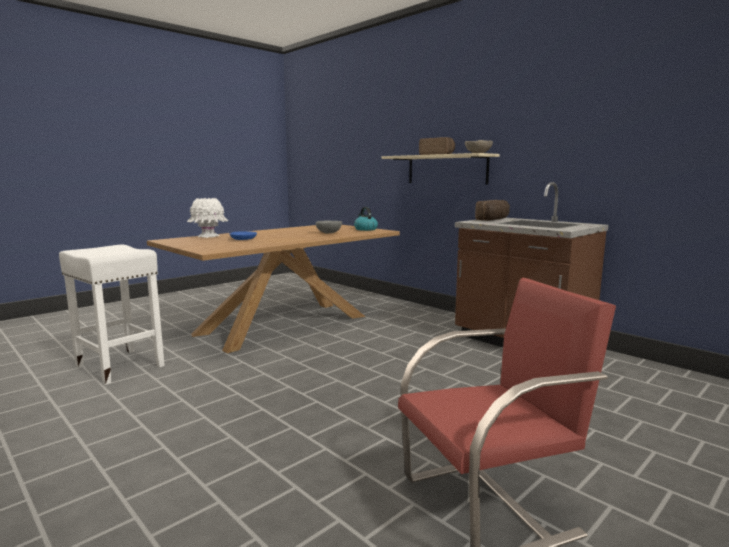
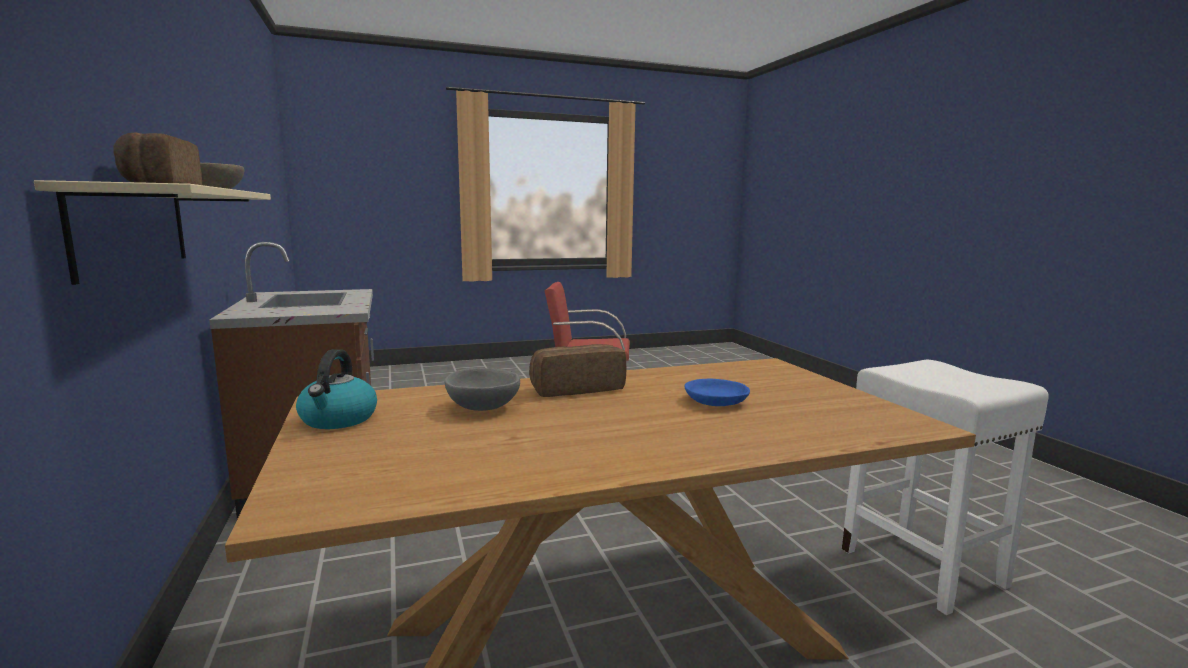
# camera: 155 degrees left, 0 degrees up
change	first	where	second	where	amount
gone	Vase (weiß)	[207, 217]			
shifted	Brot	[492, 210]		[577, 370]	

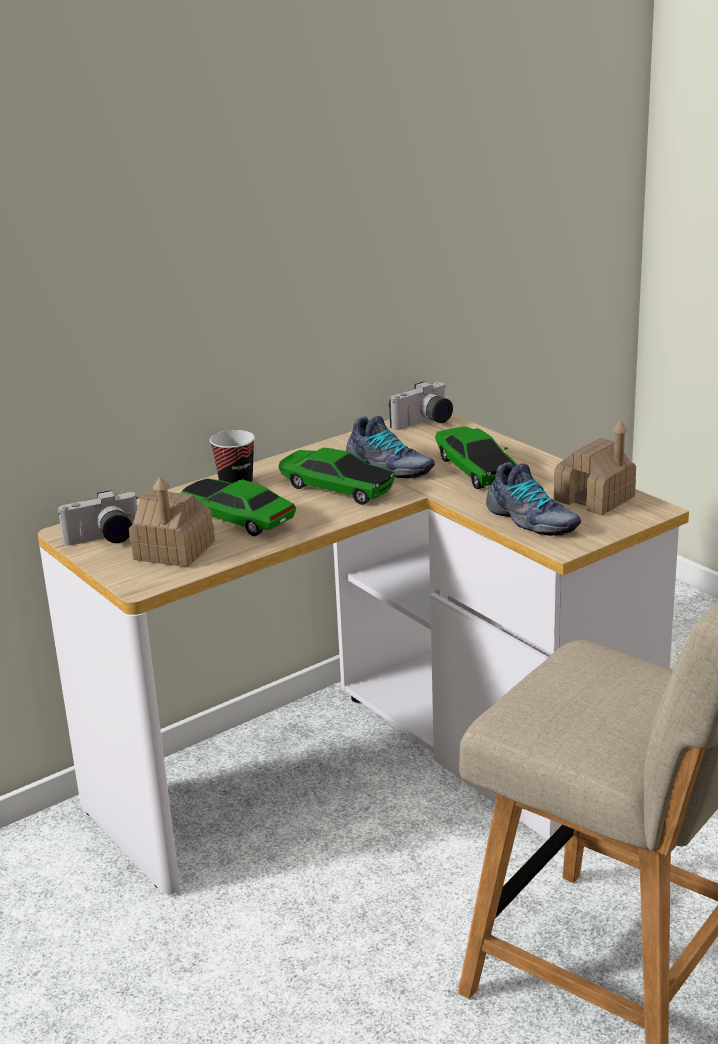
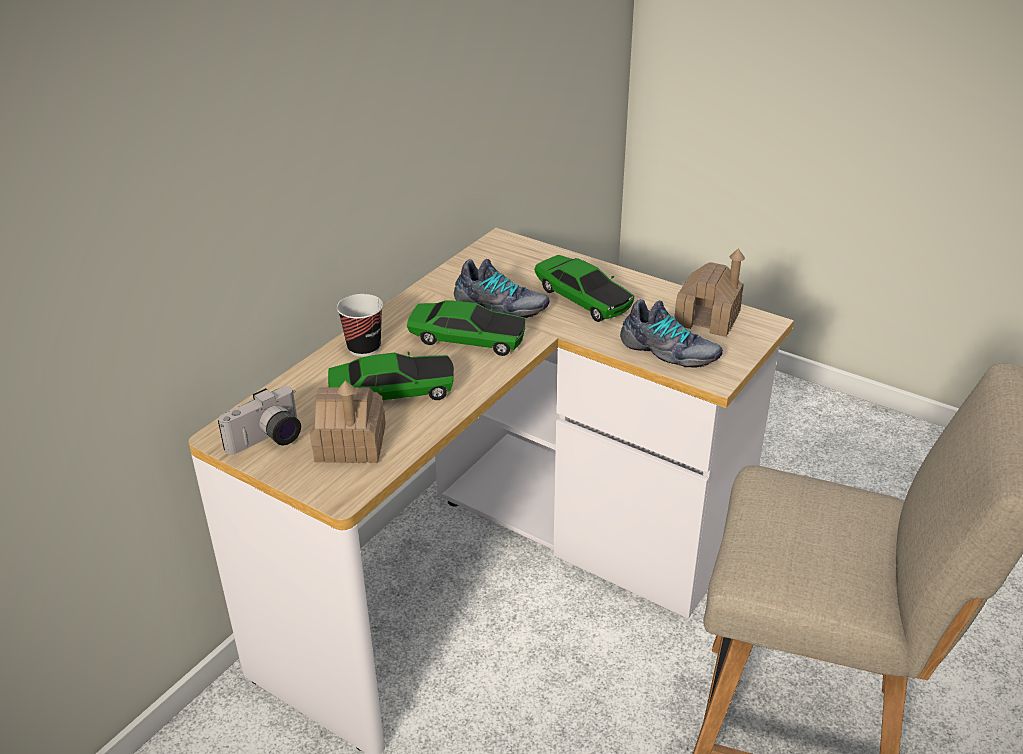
# camera: 20 degrees left, 10 degrees up
change	first	where	second	where	amount
rotated	Spielzeugauto	[238, 507]		[391, 376]	150 degrees clockwise
gone	Kamera	[421, 405]			

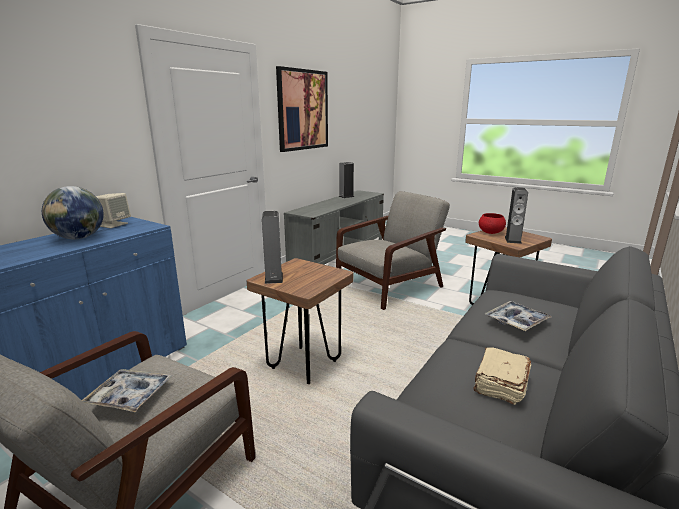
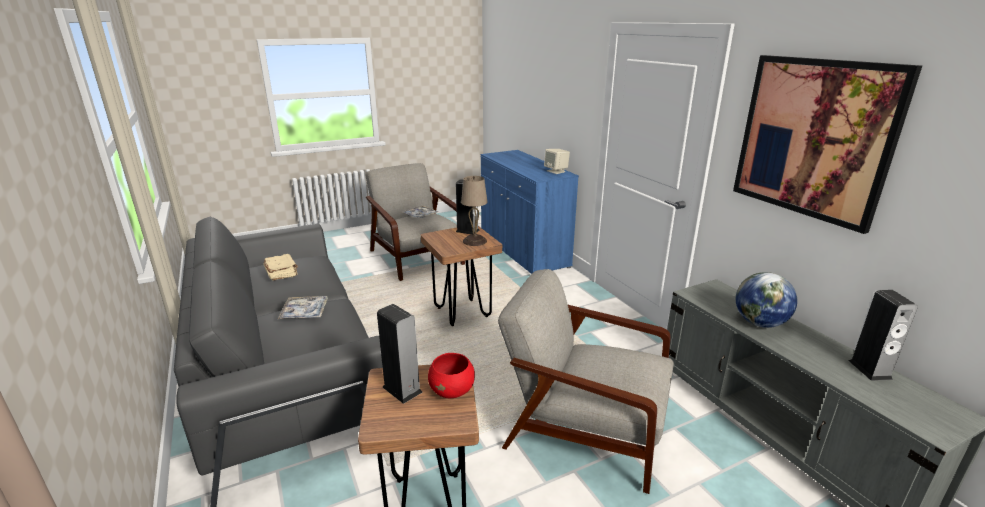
# camera: 120 degrees right, 5 degrees up
change	first	where	second	where	amount
shifted	Globus	[73, 212]		[766, 300]	
rotated	Sessel (grau)	[393, 250]		[586, 381]	120 degrees clockwise
new			Tischlampe (beige)	[474, 211]	

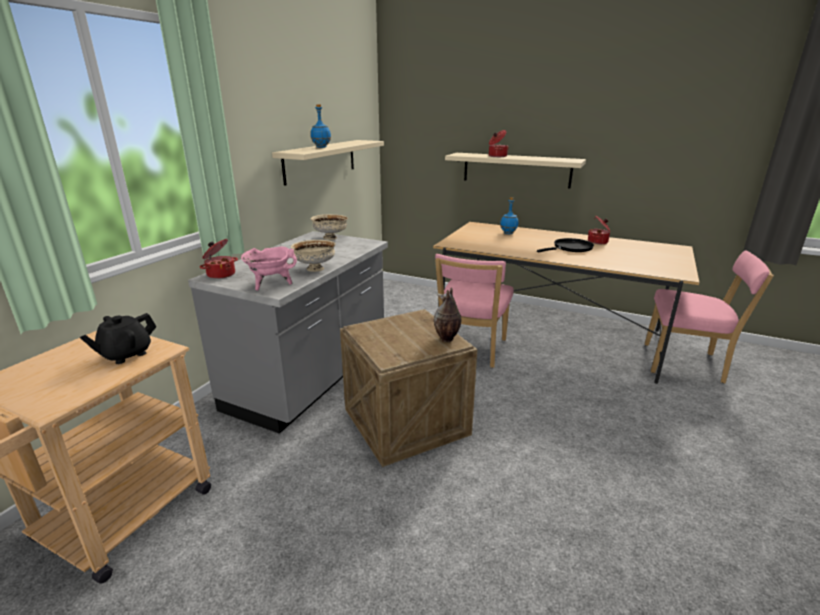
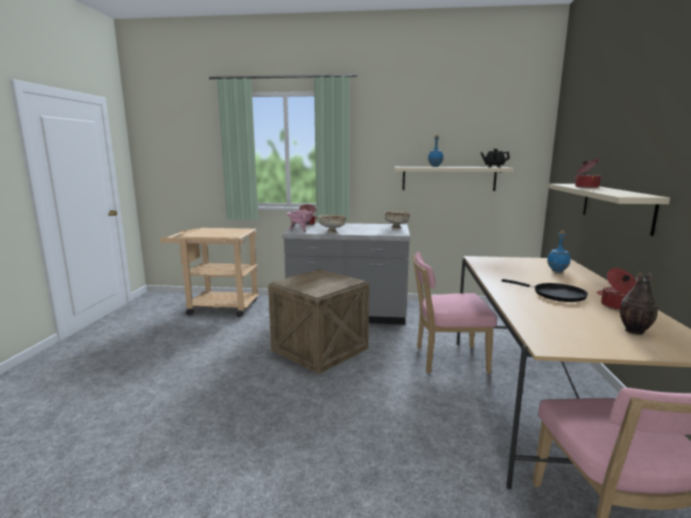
# camera: 70 degrees right, 10 degrees down
change	first	where	second	where	amount
shifted	Teekanne (schwarz)	[118, 338]		[495, 158]	
shifted	Vase	[447, 314]		[639, 303]	

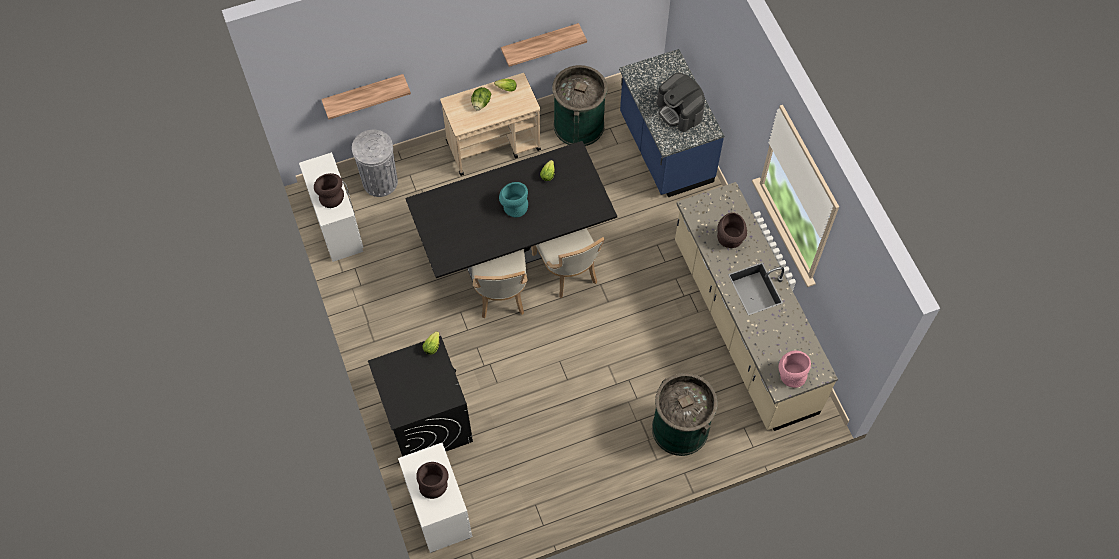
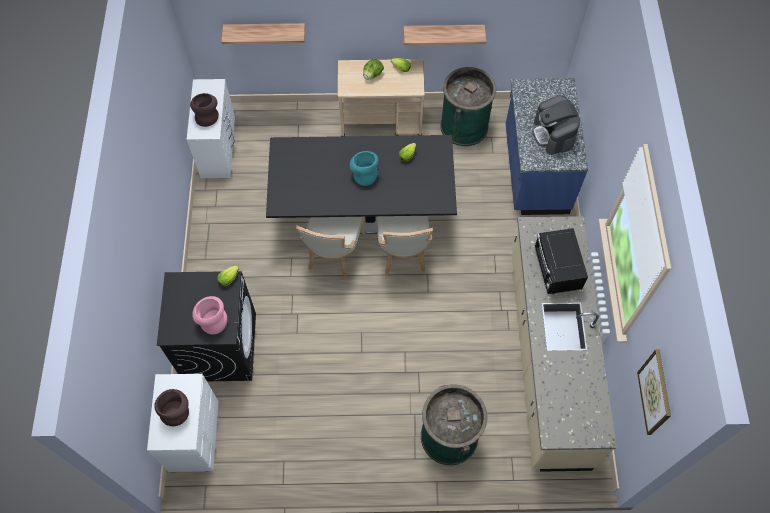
# camera: 20 degrees right, 0 degrees up
change	first	where	second	where	amount
gone	Mülleimer (grau)	[375, 163]			
swapped	Vase (braun)	[732, 230]	Mikrowelle (schwarz)	[561, 261]	
shifted	Vase (rosa)	[795, 369]		[209, 315]	
new			Bild	[654, 392]	

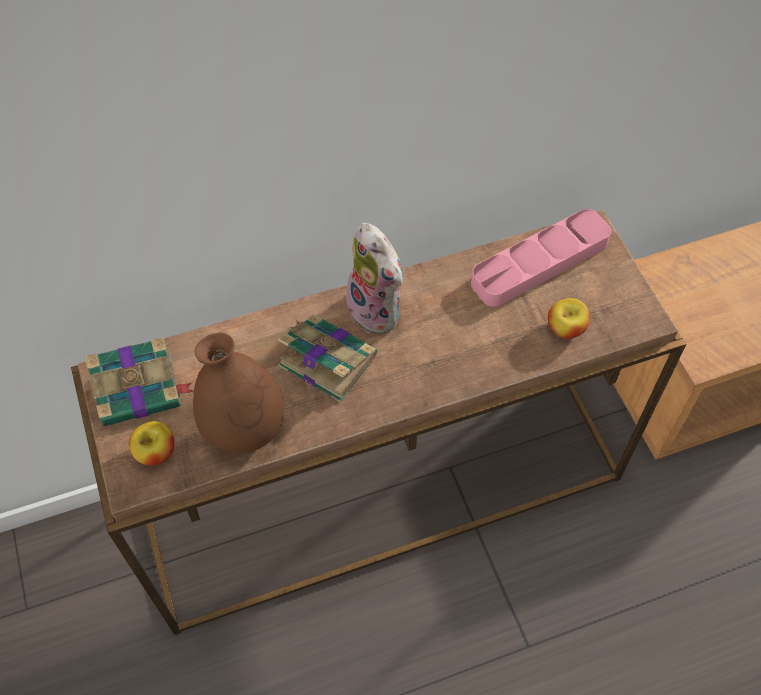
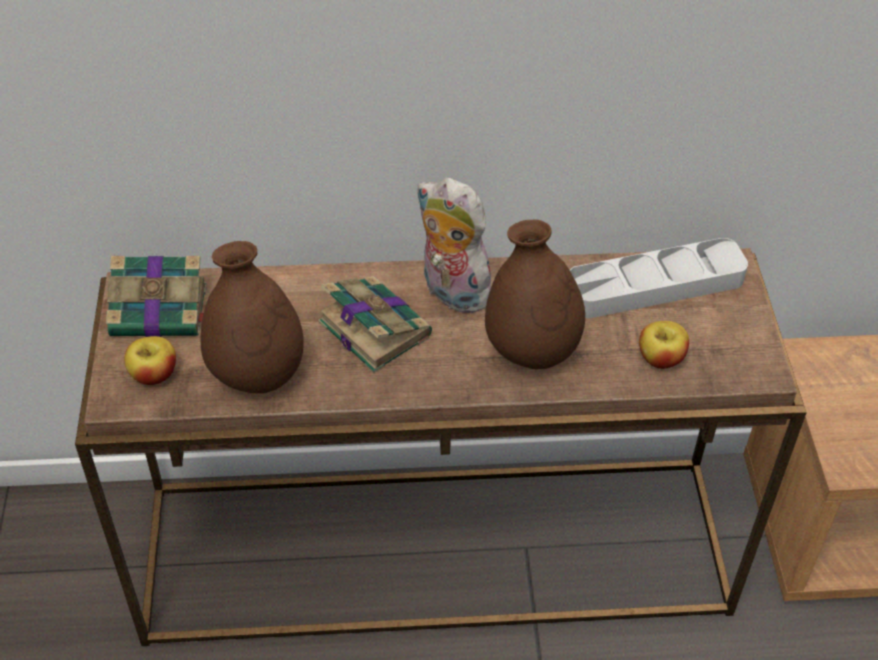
# camera: 15 degrees right, 10 degrees down
change	first	where	second	where	amount
rotated	Plüschtier	[373, 278]		[453, 245]	150 degrees clockwise
repainted	Tablett (rosa)	[541, 258]	Tablett (grau)	[659, 278]	
new			Vase (braun)	[535, 294]	

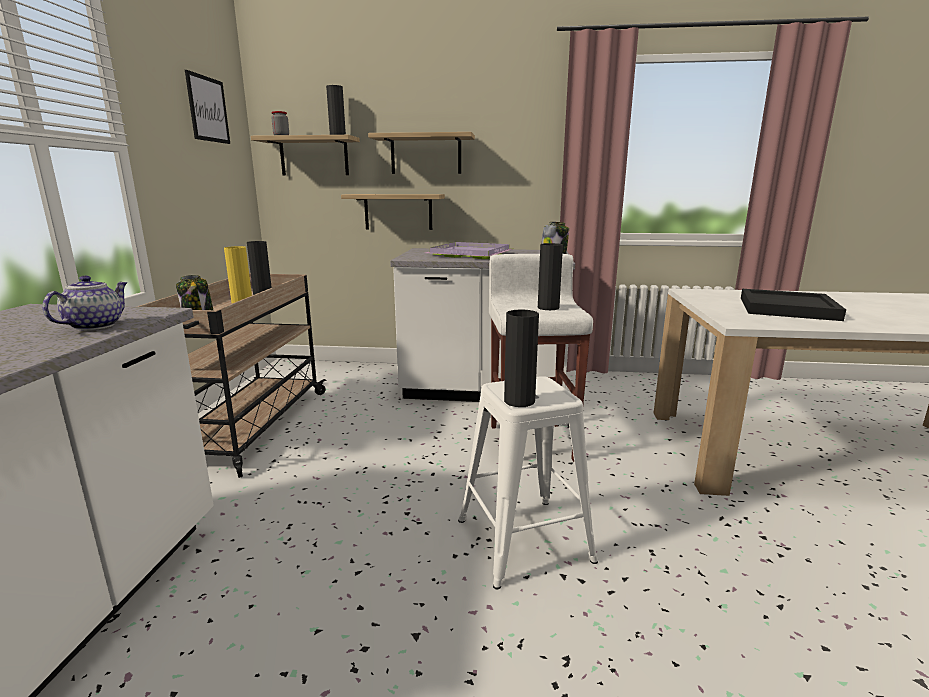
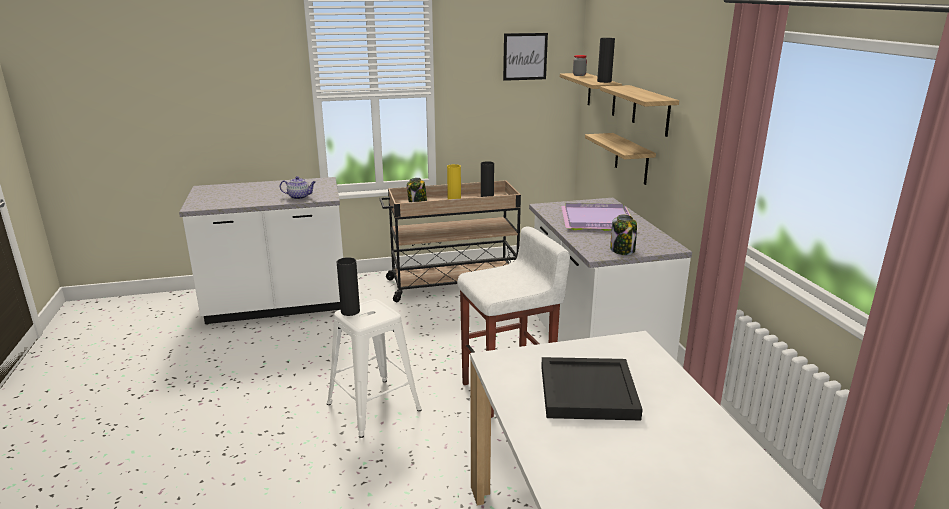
# camera: 70 degrees right, 5 degrees up
change	first	where	second	where	amount
gone	Vase (schwarz)	[550, 276]			

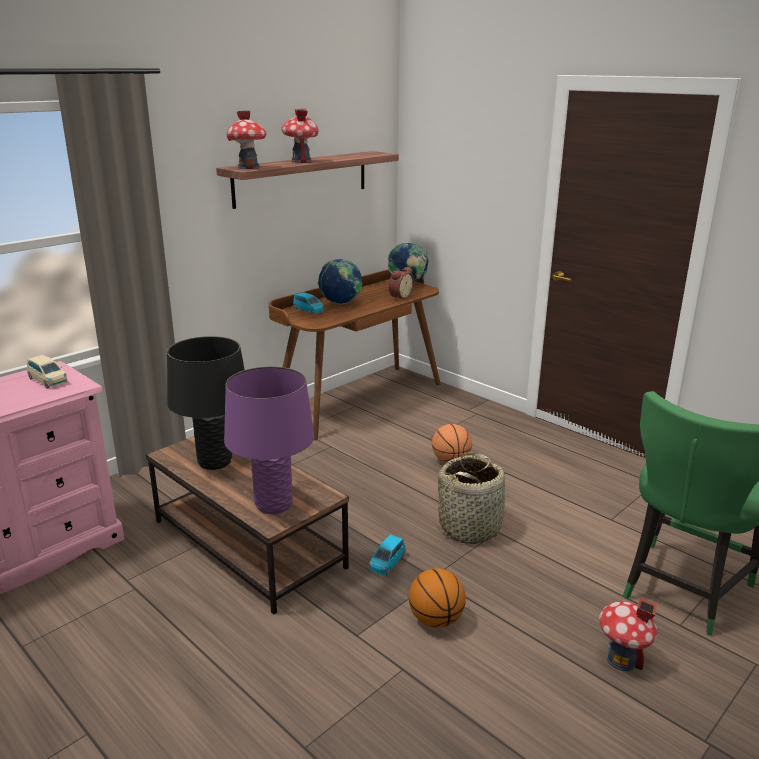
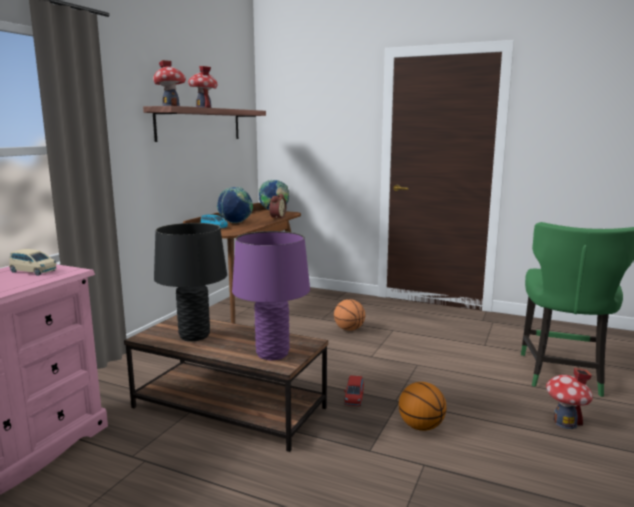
# camera: 20 degrees left, 10 degrees down
change	first	where	second	where	amount
repainted	Spielzeugauto (blau)	[387, 554]	Spielzeugauto (rot)	[354, 390]	
gone	Korb	[473, 498]			

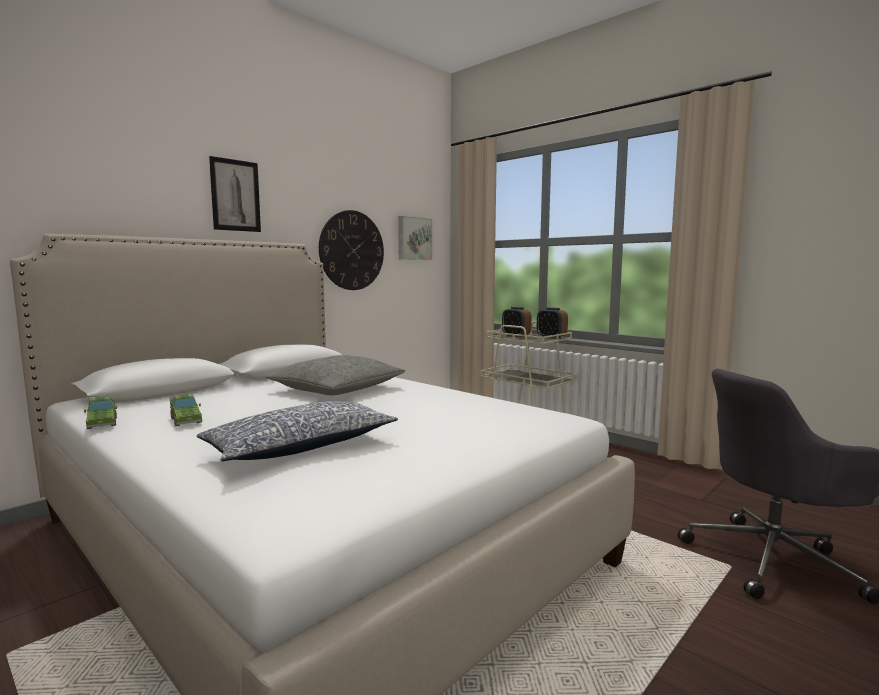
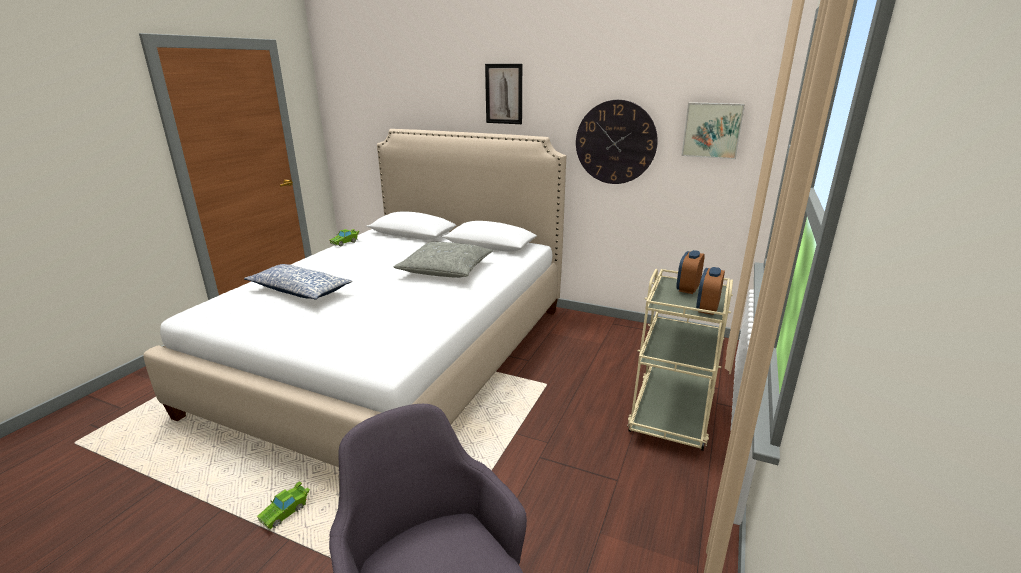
# camera: 70 degrees right, 15 degrees up
change	first	where	second	where	amount
shifted	Spielzeugauto (grün)	[185, 410]		[283, 505]	

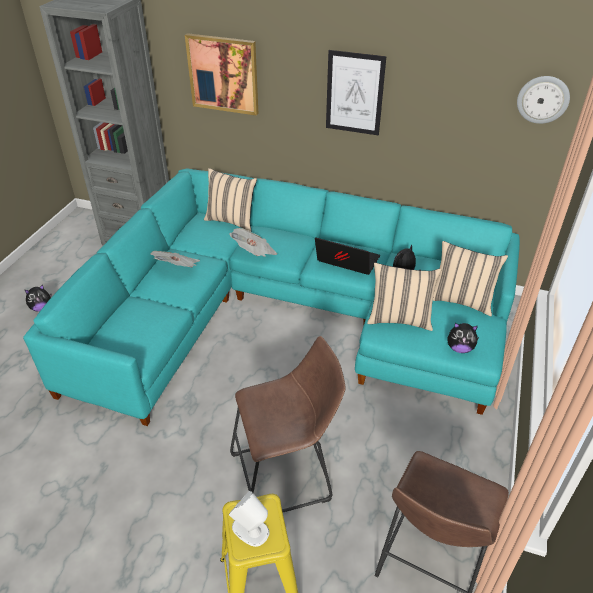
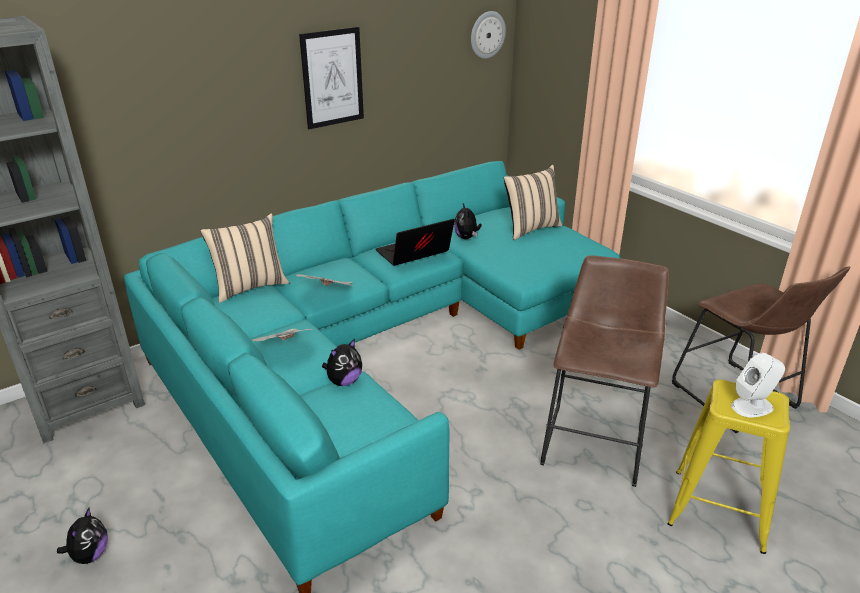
# camera: 55 degrees left, 10 degrees down
change	first	where	second	where	amount
gone	Bild	[221, 74]			
gone	Kissen (beige)	[404, 297]			
shifted	Plüschtier	[463, 338]		[342, 362]	

